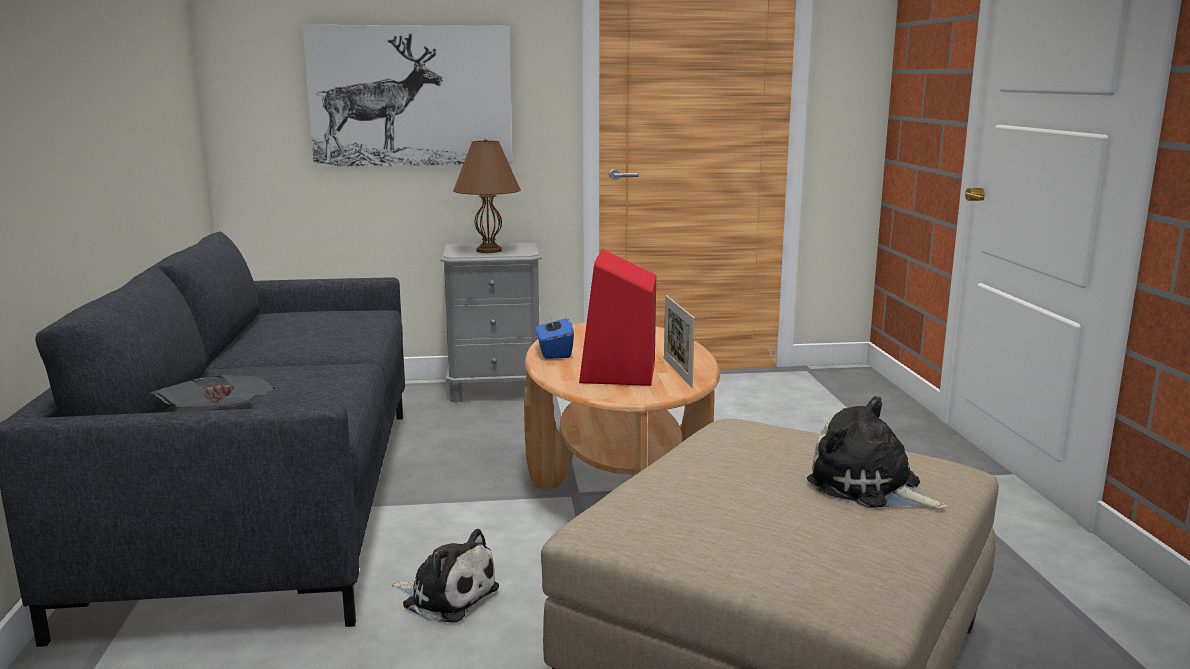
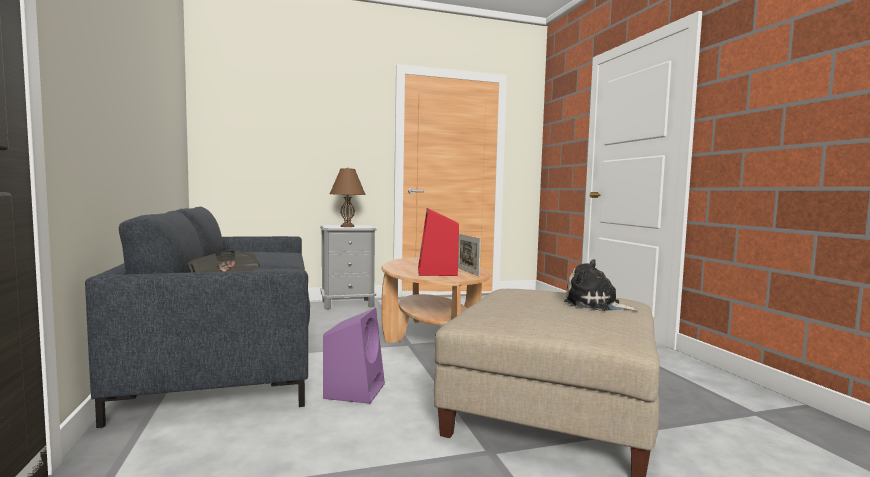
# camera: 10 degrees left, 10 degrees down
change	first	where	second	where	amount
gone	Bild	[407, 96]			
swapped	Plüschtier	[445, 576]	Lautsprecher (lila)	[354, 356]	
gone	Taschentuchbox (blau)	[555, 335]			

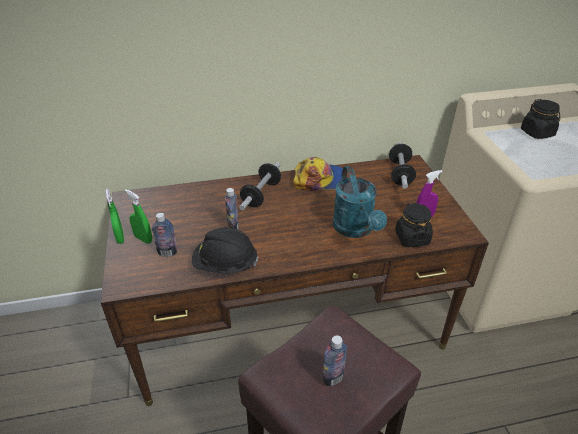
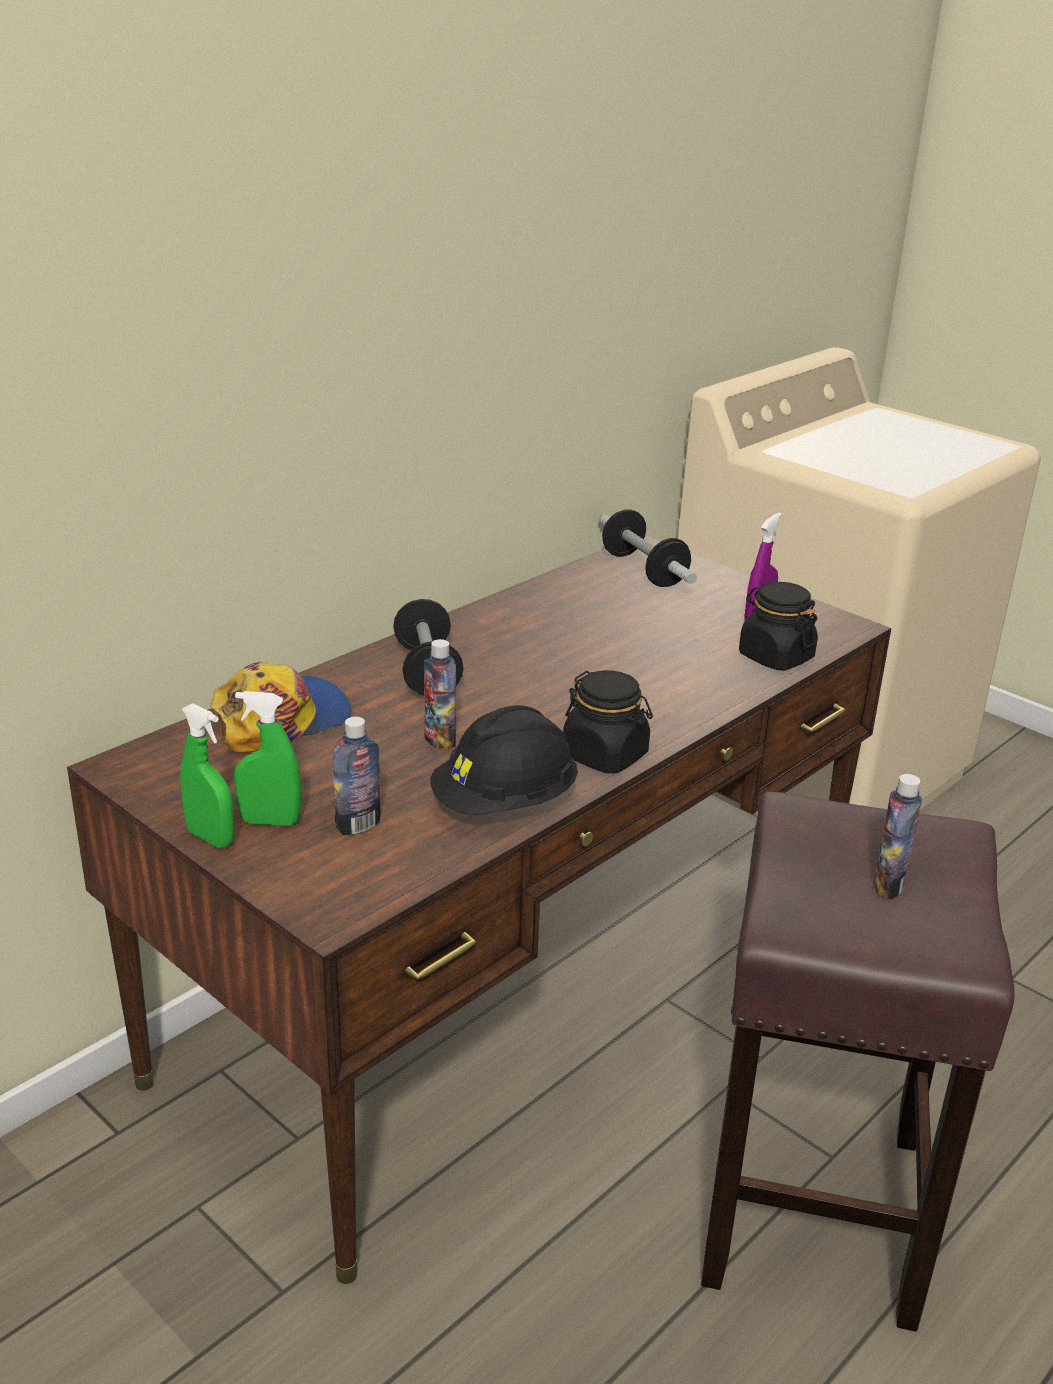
# camera: 35 degrees left, 10 degrees down
change	first	where	second	where	amount
shifted	Kappe	[318, 174]		[281, 707]	
gone	Gießkanne (türkis)	[360, 202]			
shifted	Vorratsglas (schwarz)	[540, 119]		[608, 722]	

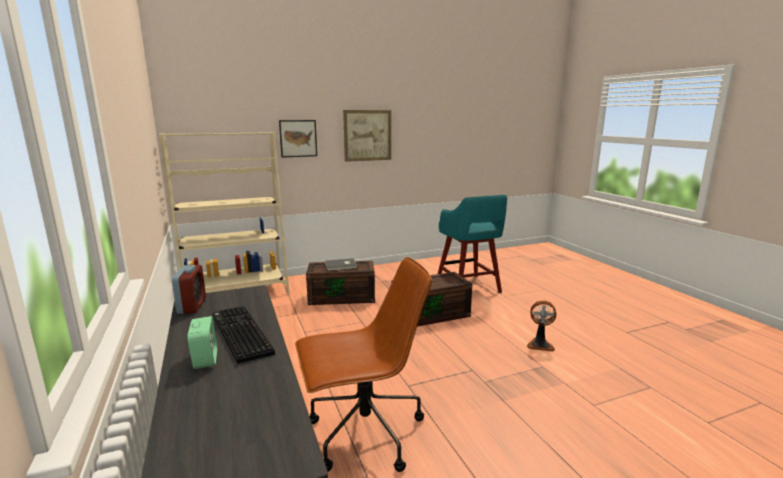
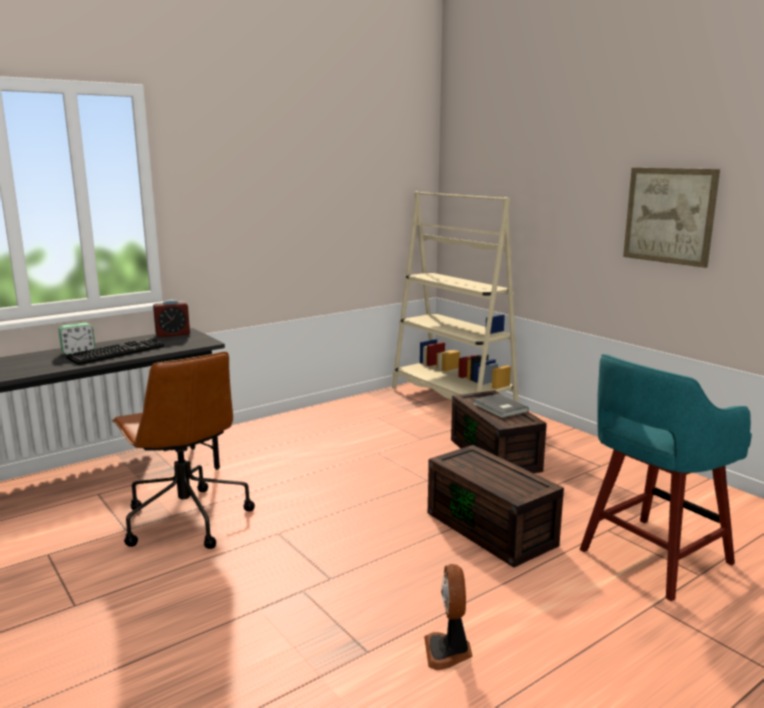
# camera: 75 degrees right, 0 degrees up
change	first	where	second	where	amount
gone	Bild	[298, 139]			

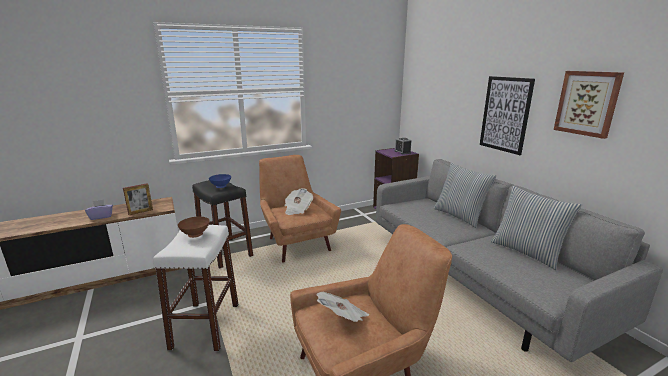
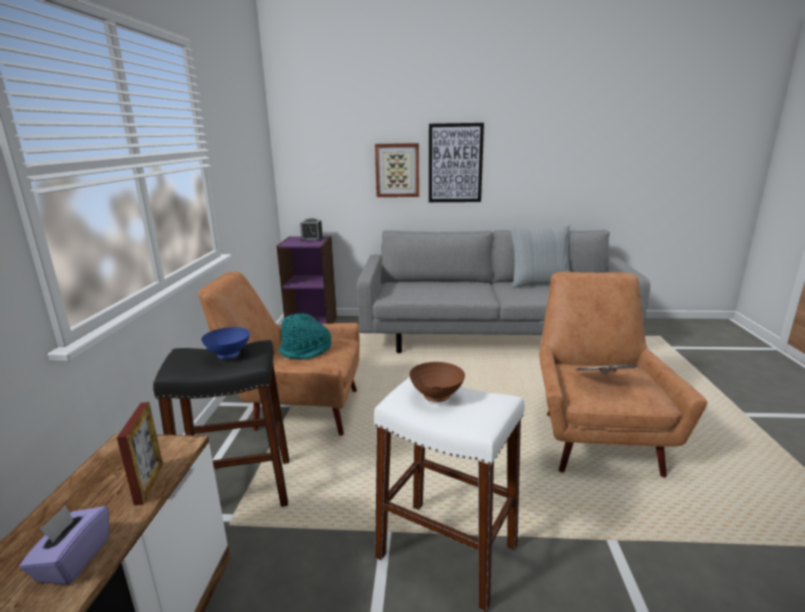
# camera: 60 degrees left, 0 degrees up
change	first	where	second	where	amount
swapped	Zeitung	[298, 201]	Hut (türkis)	[305, 336]	
gone	Kissen	[465, 195]			
shifted	Bild	[589, 105]		[397, 170]	

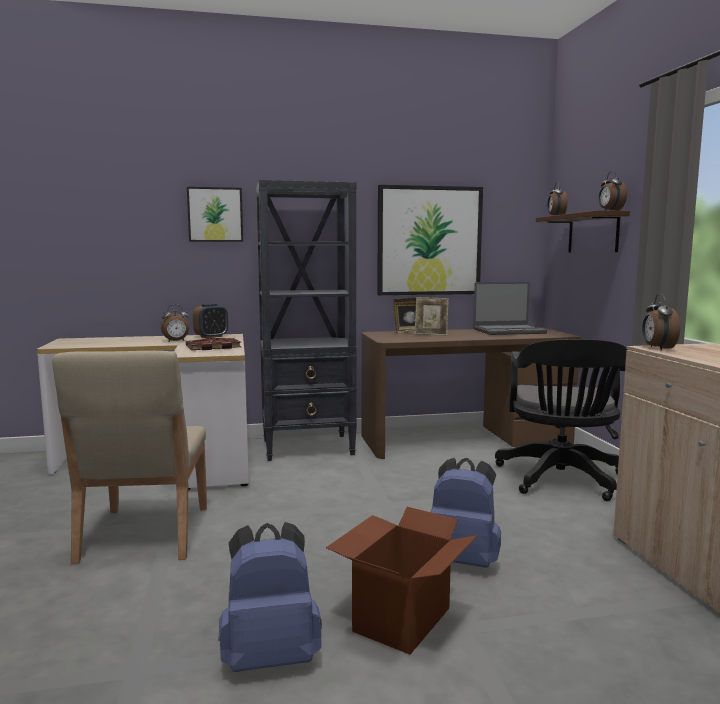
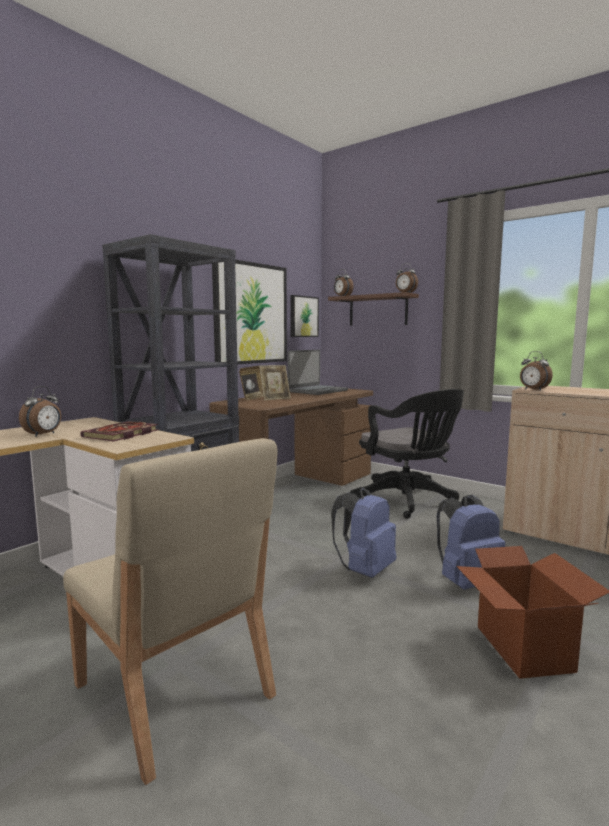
# camera: 40 degrees left, 0 degrees up
change	first	where	second	where	amount
shifted	Bild	[215, 214]		[304, 316]	
gone	Wecker	[210, 320]			
shifted	Rucksack (blau)	[270, 597]		[363, 532]	

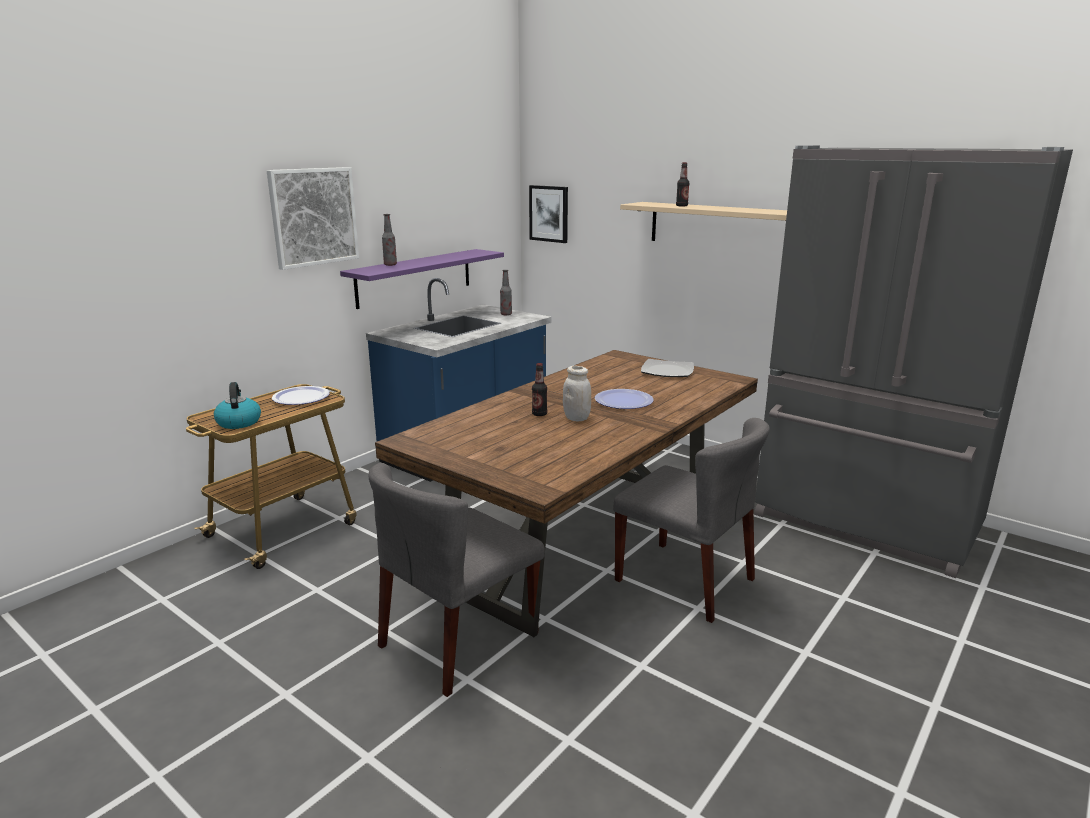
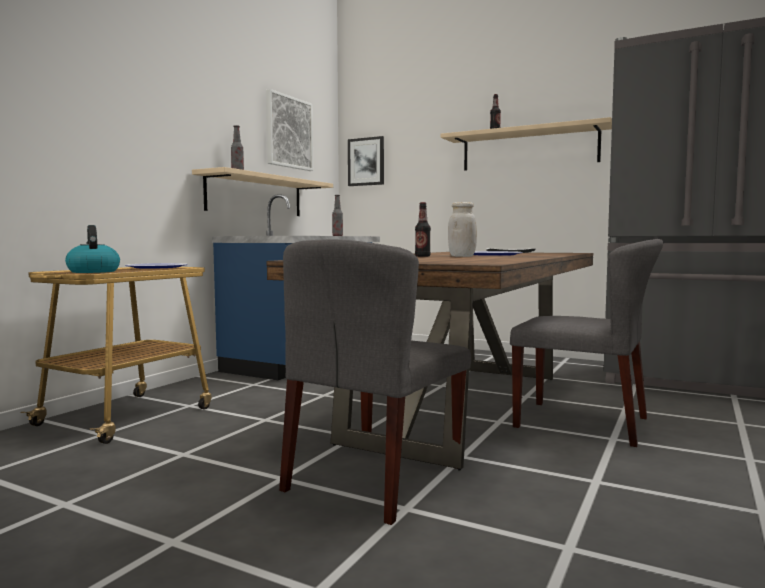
# camera: 10 degrees left, 15 degrees down
change	first	where	second	where	amount
shifted	Bild	[313, 218]		[289, 130]	
repainted	Wandregal (lila)	[422, 279]	Wandregal (beige)	[262, 191]	

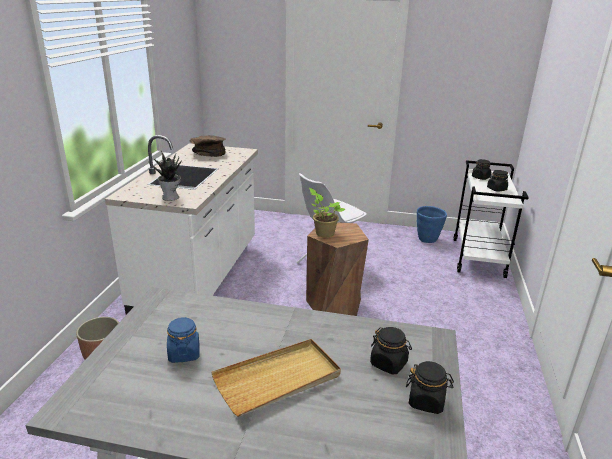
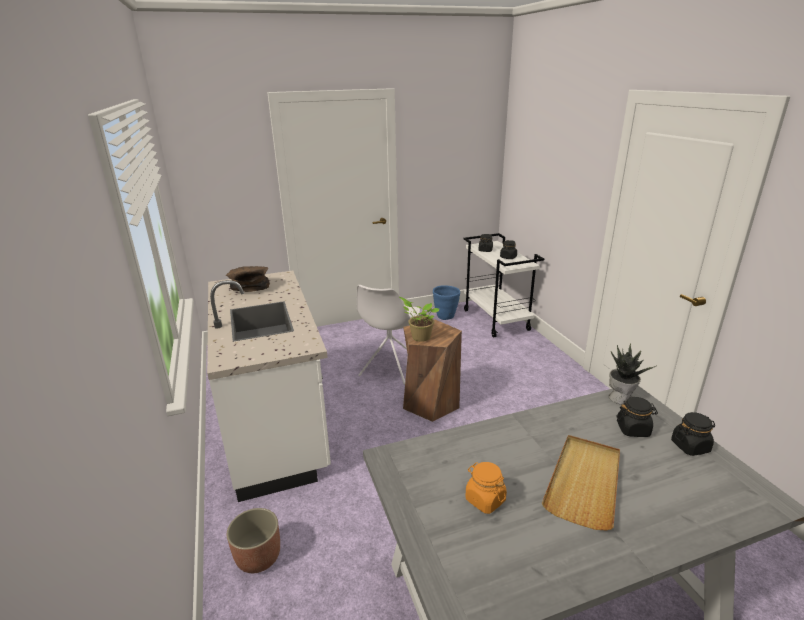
# camera: 30 degrees left, 0 degrees up
change	first	where	second	where	amount
shifted	Topfpflanze	[165, 176]		[632, 374]	
repainted	Vorratsglas (blau)	[183, 340]	Vorratsglas (orange)	[486, 488]	

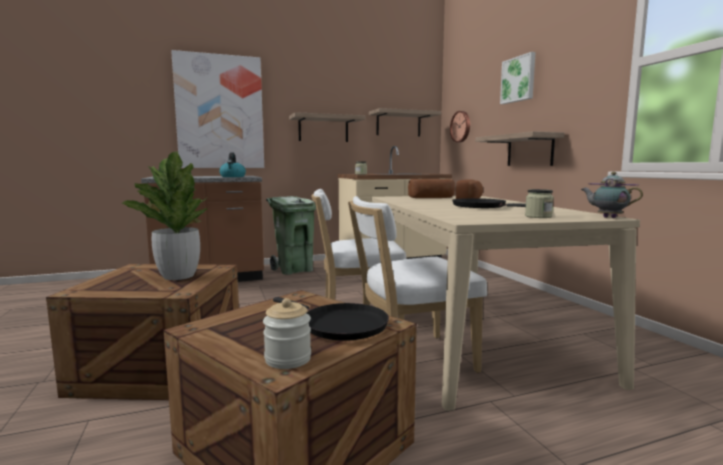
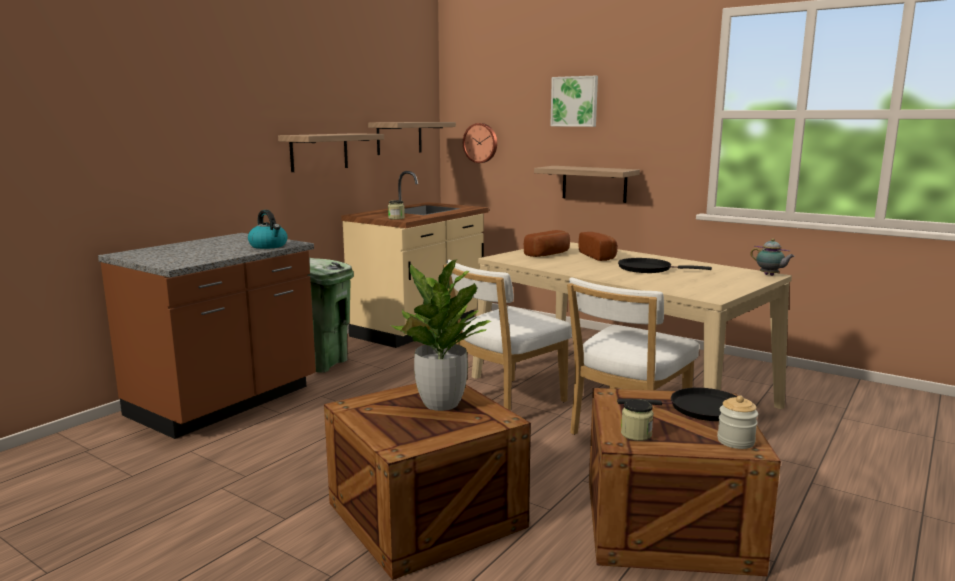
# camera: 35 degrees left, 5 degrees up
change	first	where	second	where	amount
gone	Bild	[217, 109]			
shifted	Vorratsglas	[539, 203]		[637, 420]	
rotated	Teekanne	[612, 195]		[772, 257]	135 degrees counterclockwise

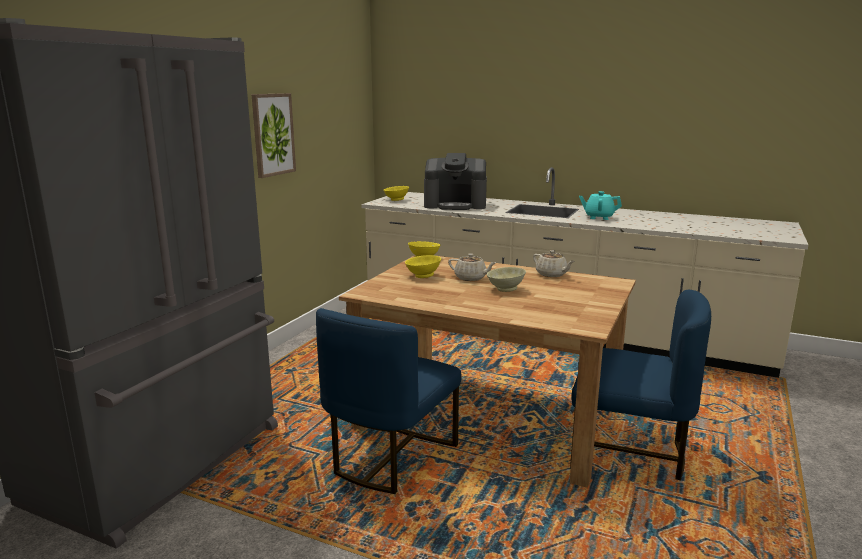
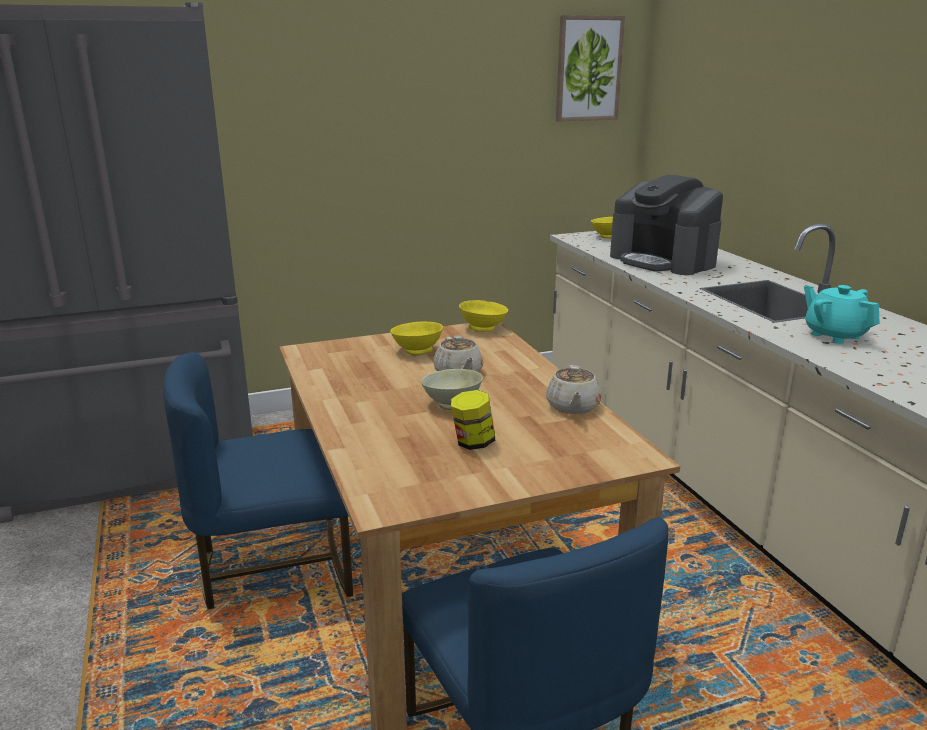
# camera: 45 degrees right, 5 degrees up
change	first	where	second	where	amount
shifted	Bild	[273, 135]		[590, 68]	
new			Vorratsglas	[473, 420]	

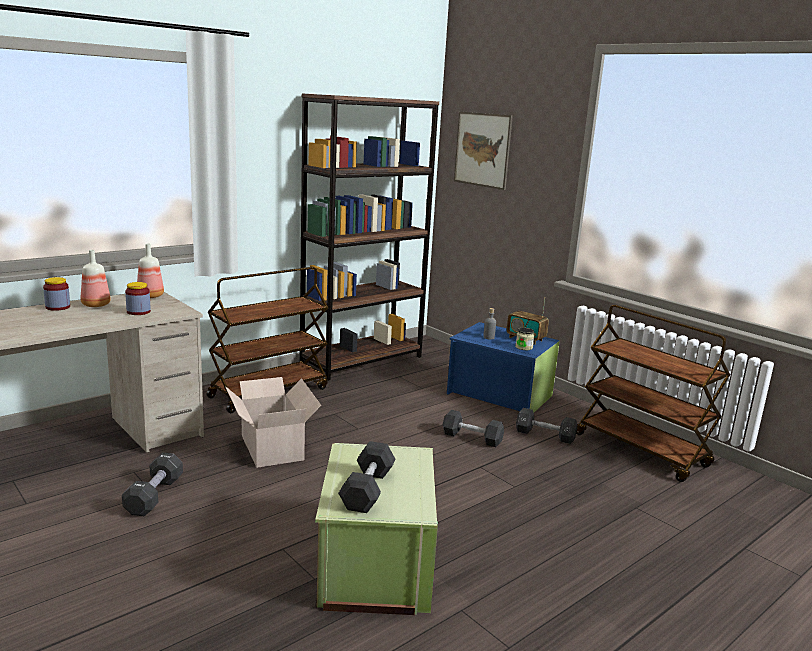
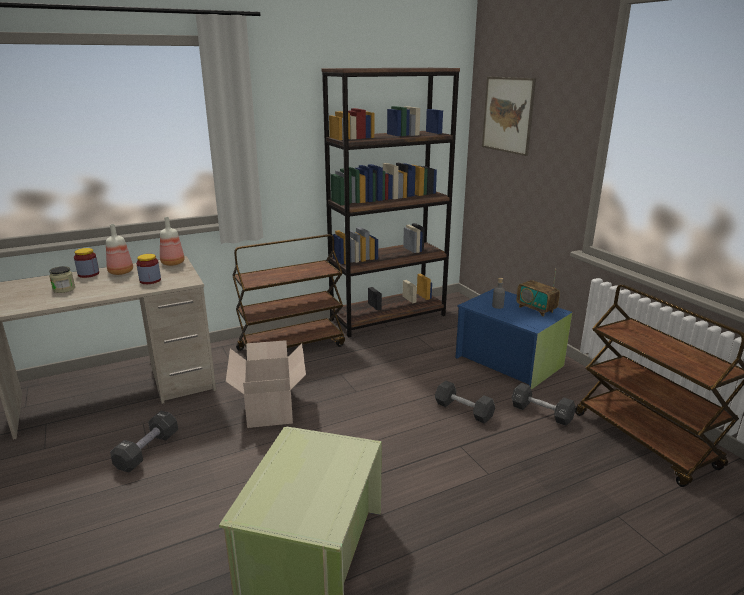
# camera: 15 degrees right, 5 degrees up
change	first	where	second	where	amount
gone	Hantel (schwarz)	[366, 477]			
shifted	Vorratsglas	[524, 339]		[62, 279]	

